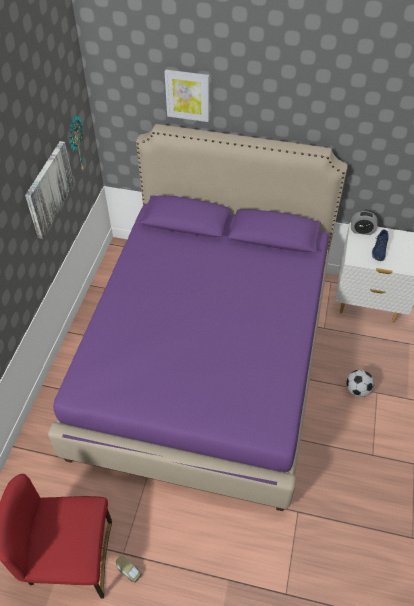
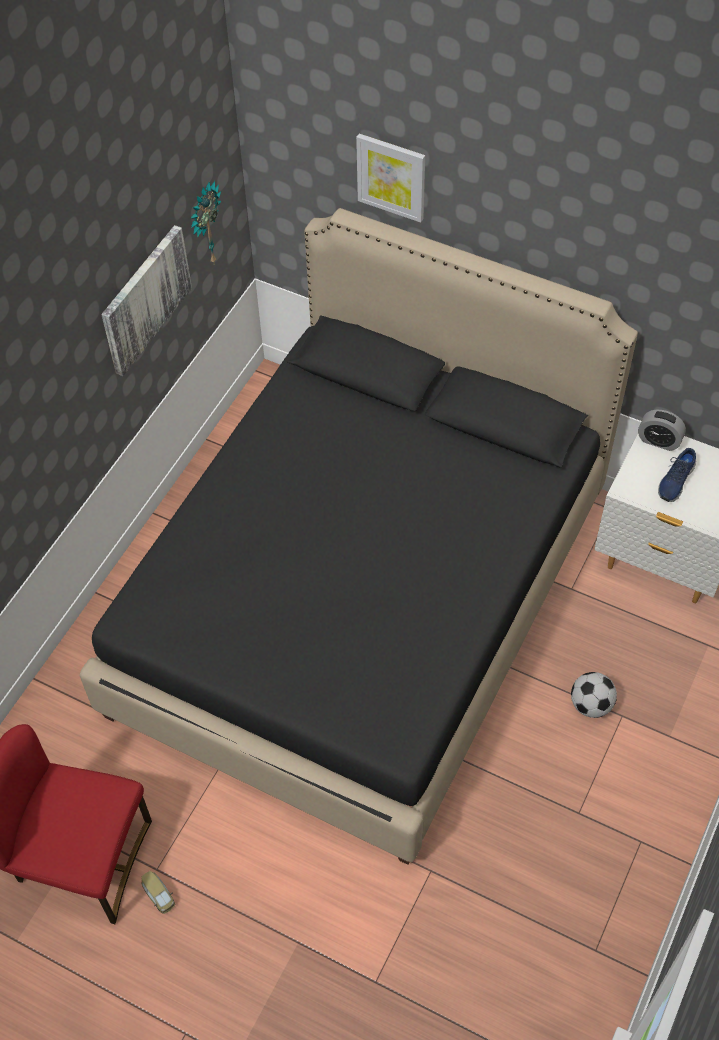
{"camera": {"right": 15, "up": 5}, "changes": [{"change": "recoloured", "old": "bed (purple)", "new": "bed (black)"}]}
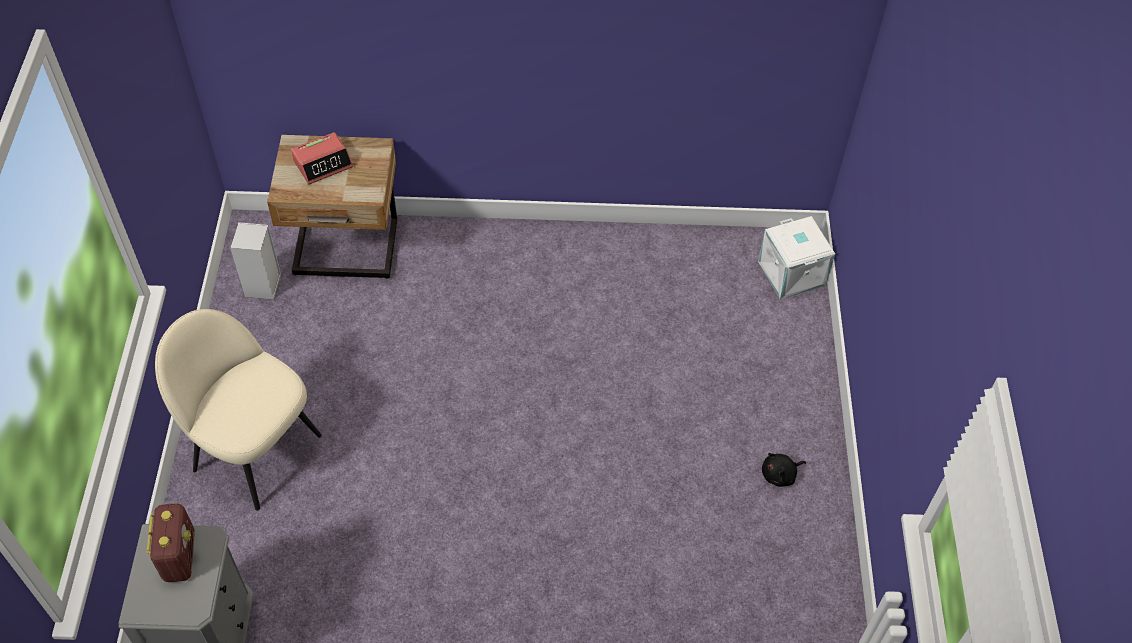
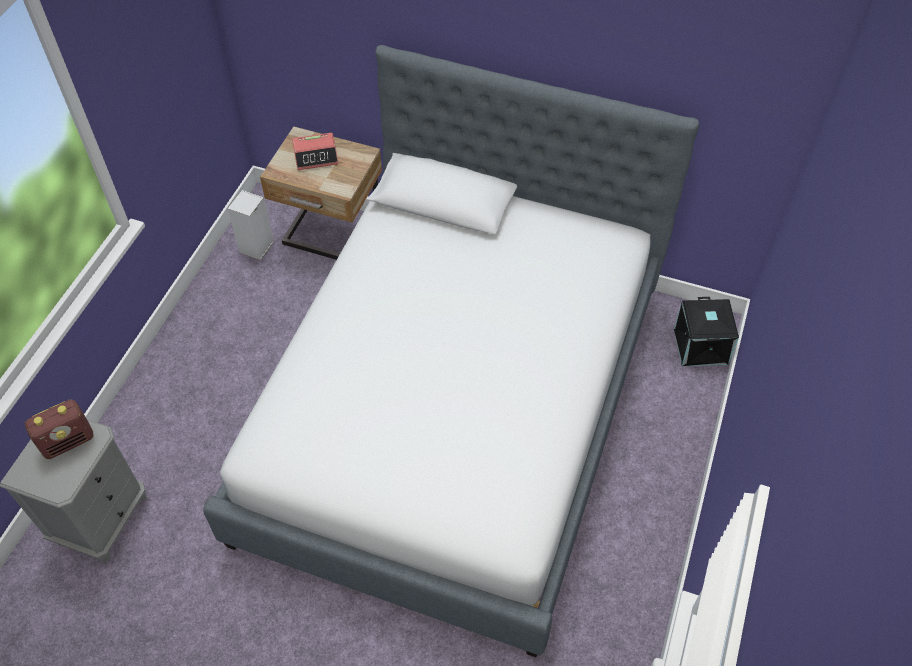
{"camera": {"right": 20, "up": 0}, "changes": [{"change": "turned", "old": "radio", "degrees": 45}, {"change": "removed", "old": "chair (beige)"}, {"change": "recoloured", "old": "storage box (white)", "new": "storage box (black)"}, {"change": "removed", "old": "plush toy (black)"}, {"change": "added", "new": "bed"}]}
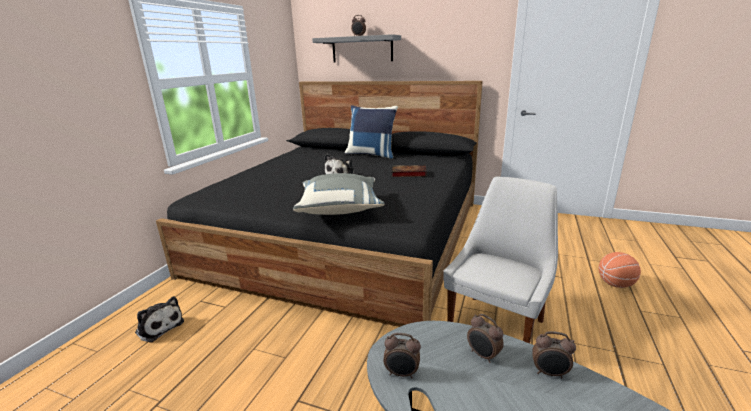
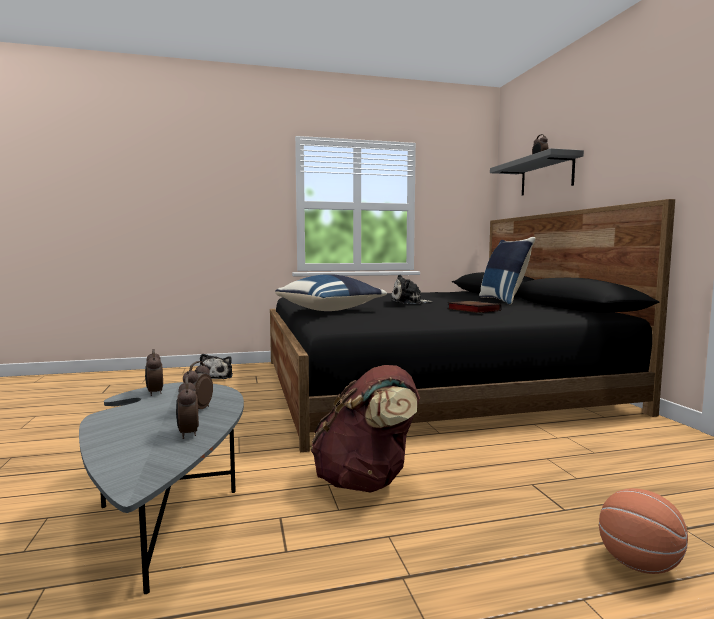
{"camera": {"right": 55, "up": -15}, "changes": [{"change": "recoloured", "old": "pillow (grey)", "new": "pillow (blue) (1st from left)"}, {"change": "replaced", "old": "chair (white)", "new": "backpack (brown)"}]}
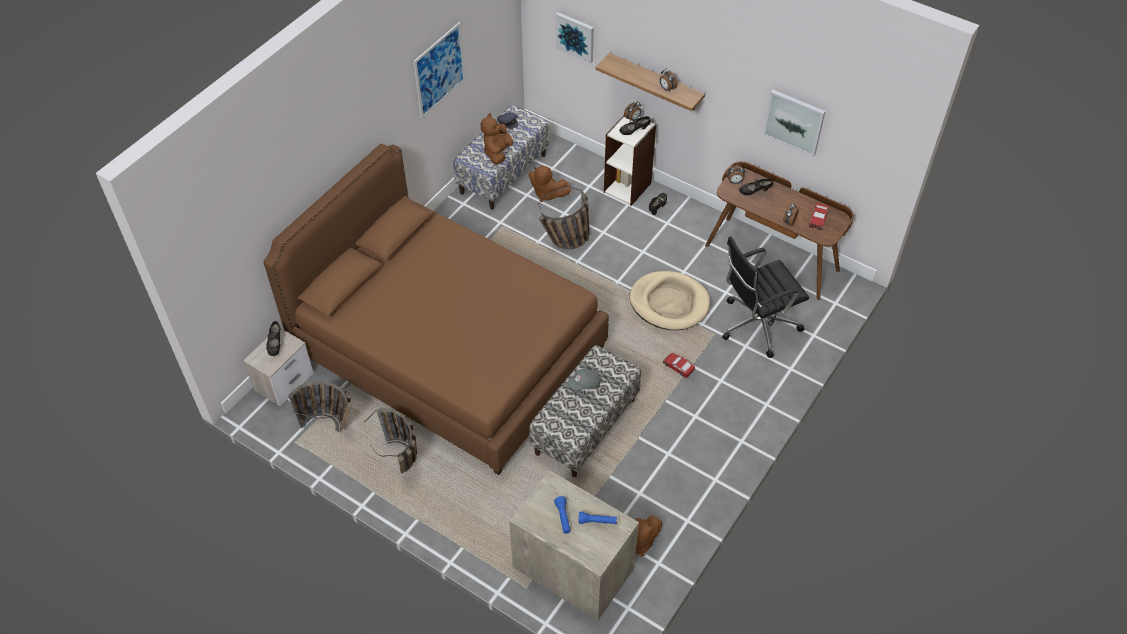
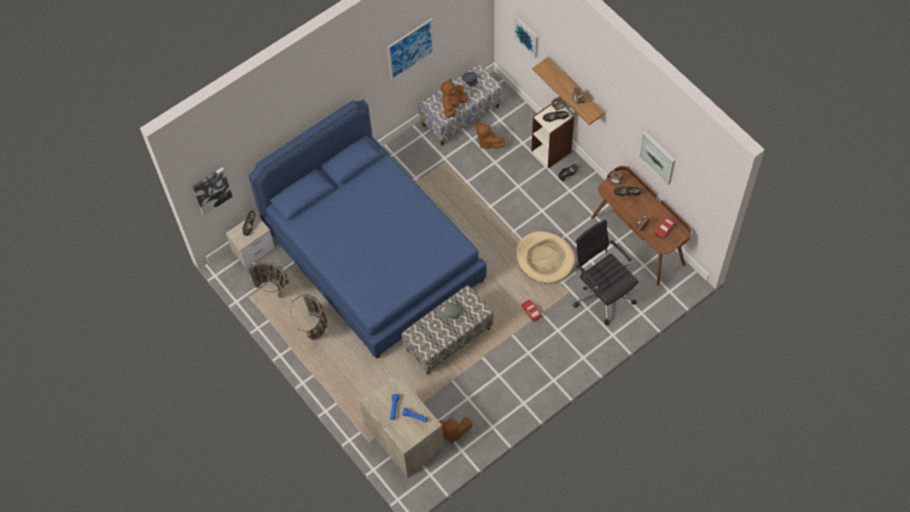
{"camera": {"right": 20, "up": 10}, "changes": [{"change": "recoloured", "old": "bed (brown)", "new": "bed (blue)"}, {"change": "removed", "old": "basket (3rd from left)"}, {"change": "turned", "old": "office chair (black)", "degrees": 60}, {"change": "added", "new": "picture (1st from left)"}]}
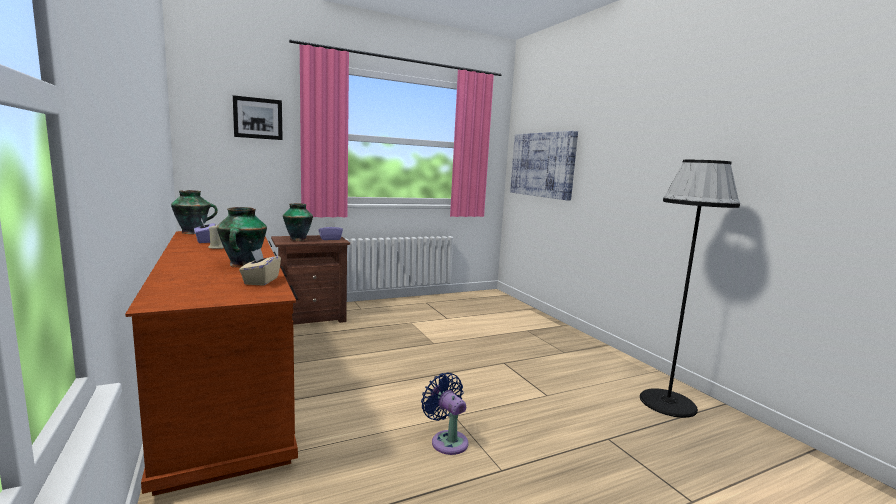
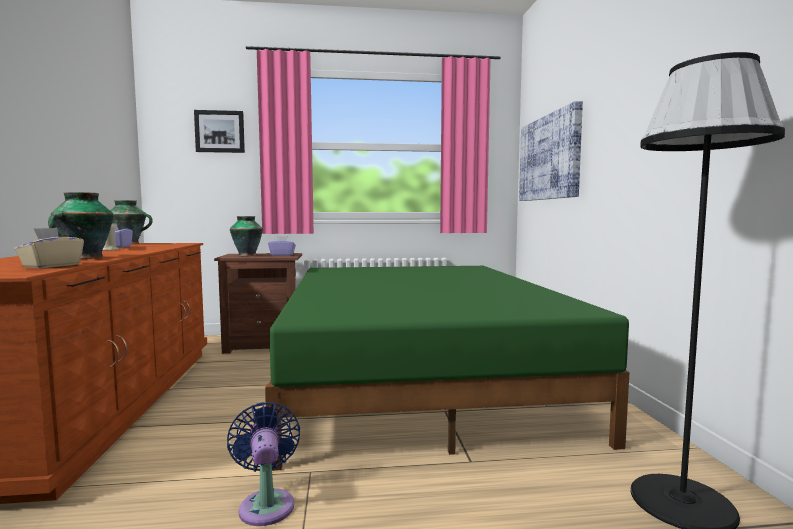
{"camera": {"right": 20, "up": -5}, "changes": [{"change": "added", "new": "bed (green)"}]}
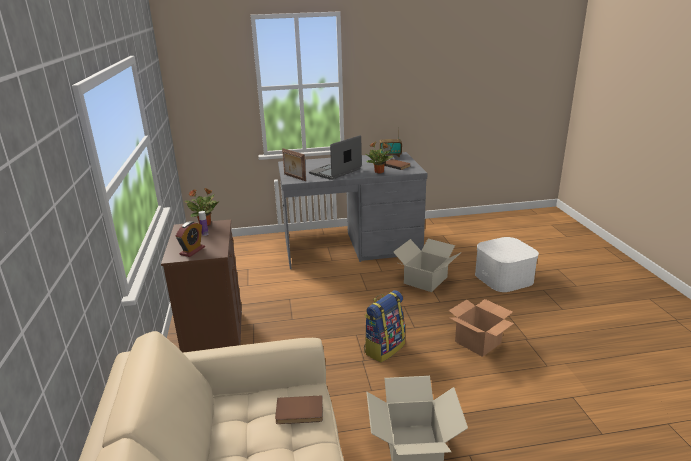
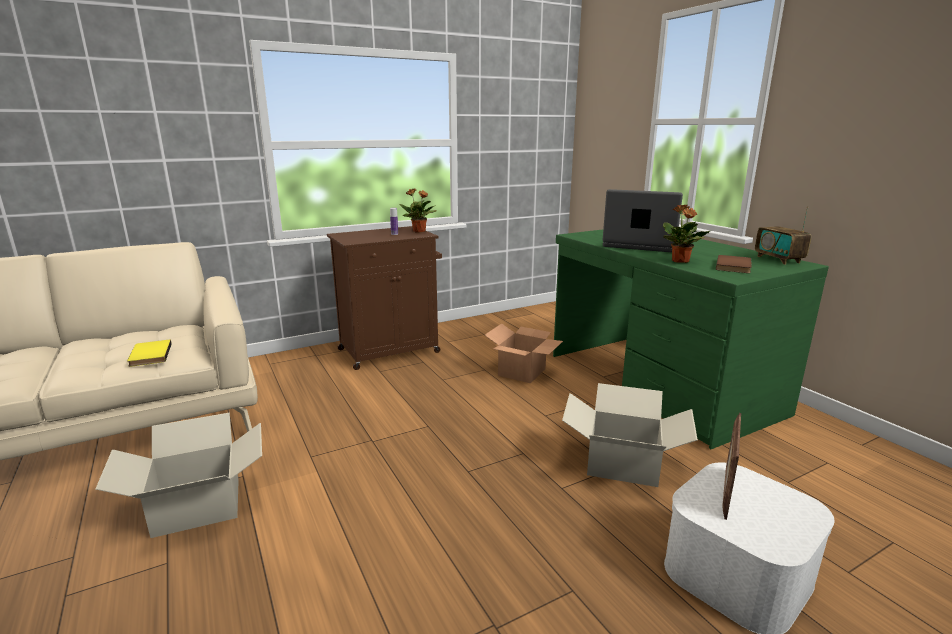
{"camera": {"right": 70, "up": -5}, "changes": [{"change": "removed", "old": "alarm clock"}, {"change": "recoloured", "old": "book (brown) (1st from left)", "new": "book (yellow)"}, {"change": "recoloured", "old": "desk (grey)", "new": "desk (green)"}, {"change": "moved", "old": "picture frame"}, {"change": "removed", "old": "backpack"}, {"change": "moved", "old": "cardboard box (3rd from left in the first image)", "new": "cardboard box (2nd from left)"}]}
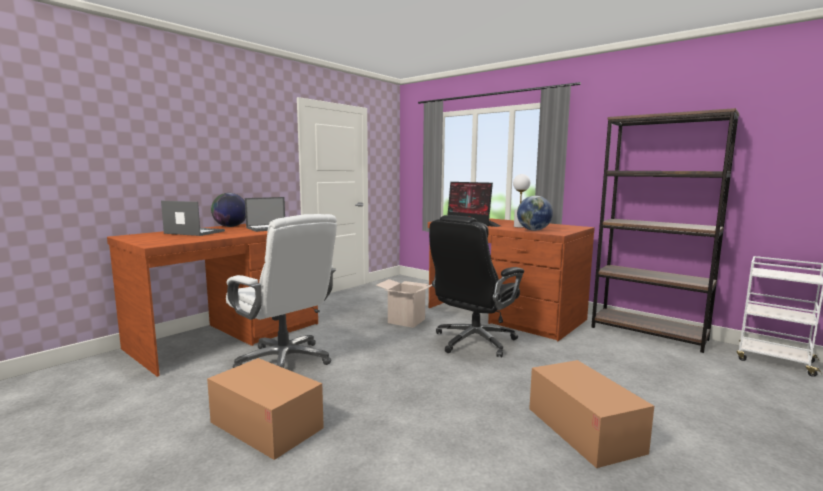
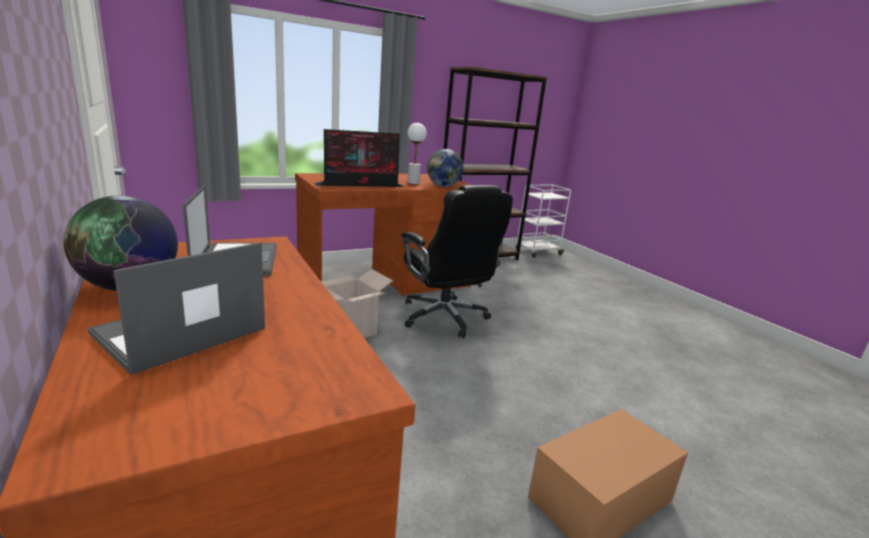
{"camera": {"right": -70, "up": 10}, "changes": [{"change": "removed", "old": "office chair (white)"}, {"change": "removed", "old": "cardboard box (3rd from left)"}]}
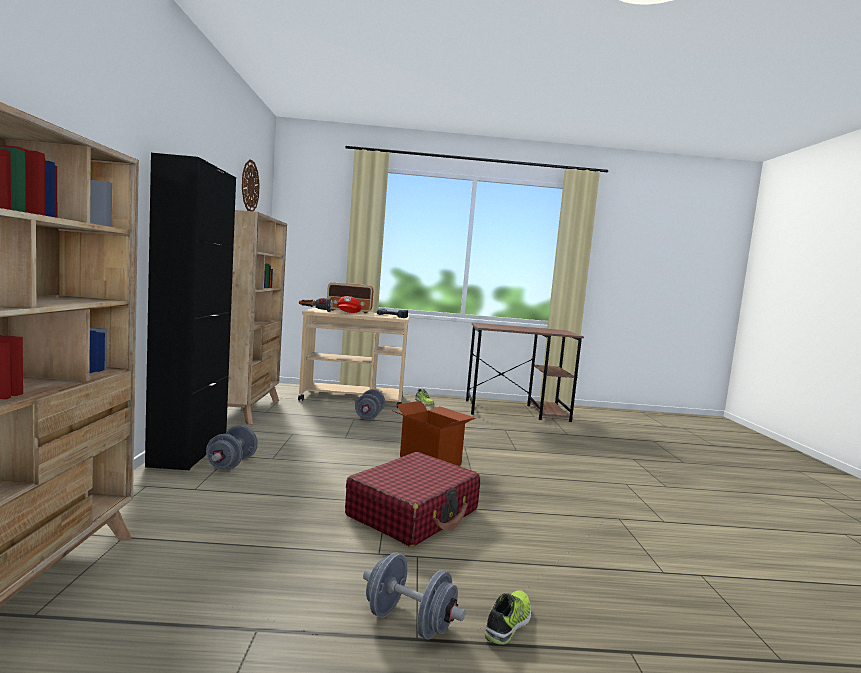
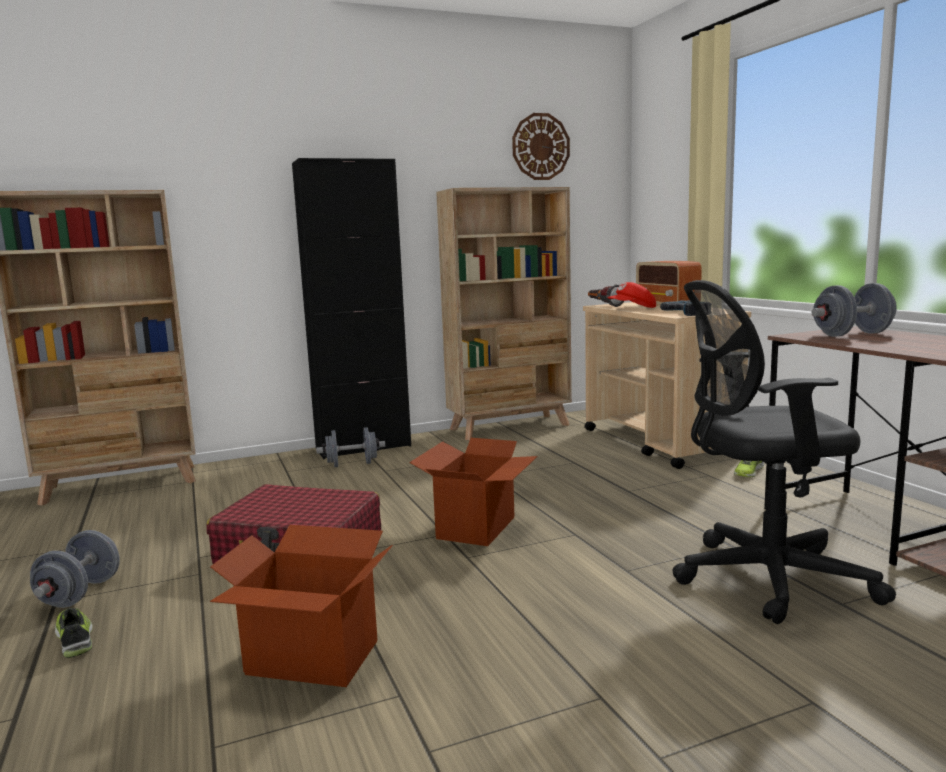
{"camera": {"right": 70, "up": 5}, "changes": [{"change": "moved", "old": "dumbbell (grey) (2nd from left in the first image)", "new": "dumbbell (grey) (3rd from left)"}, {"change": "turned", "old": "shoe (2nd from left in the first image)", "degrees": -135}, {"change": "added", "new": "cardboard box (1st from left)"}, {"change": "added", "new": "office chair (black)"}]}
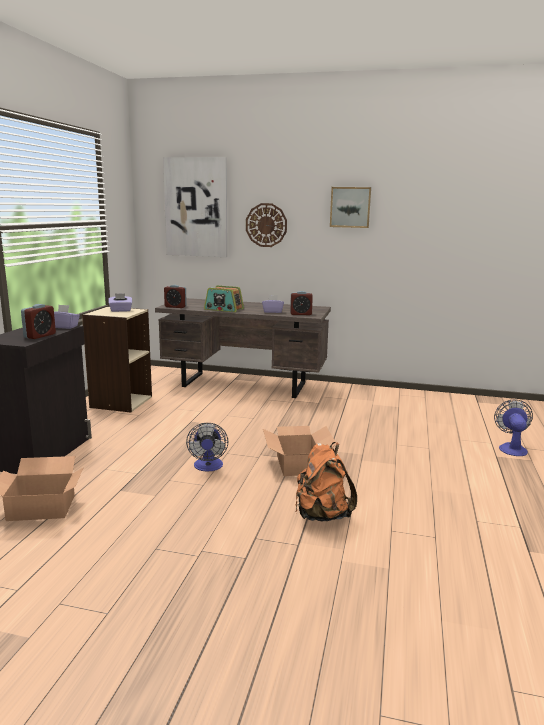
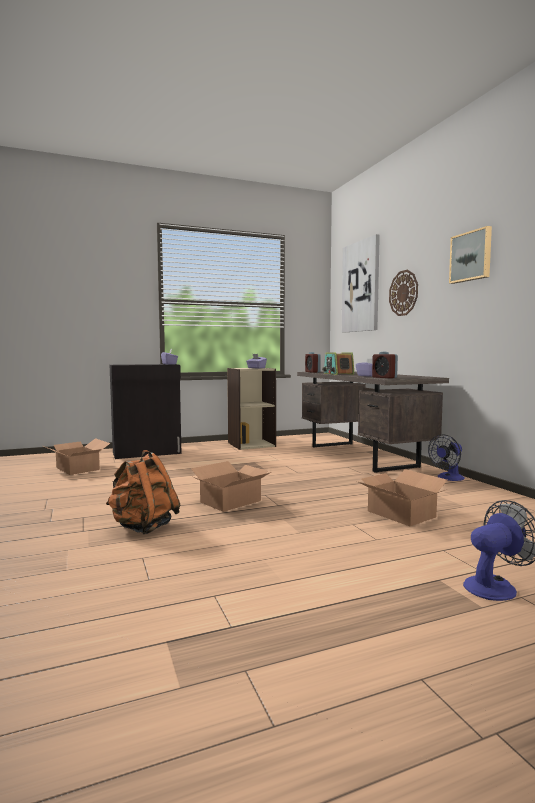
{"camera": {"right": 55, "up": -10}, "changes": [{"change": "removed", "old": "alarm clock (1st from left)"}, {"change": "moved", "old": "fan (1st from left)"}, {"change": "added", "new": "cardboard box (3rd from left)"}]}
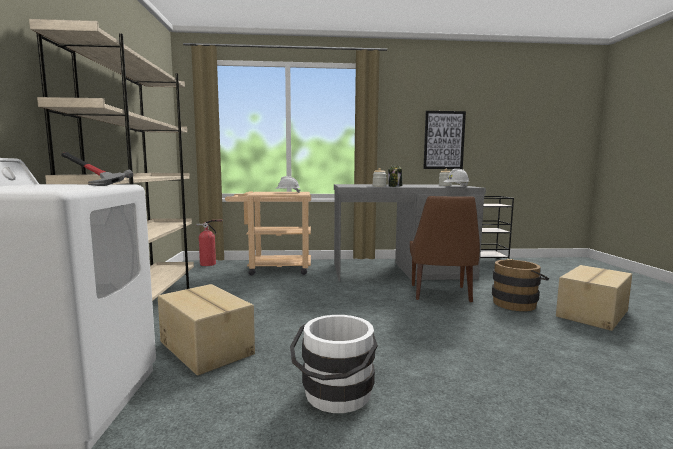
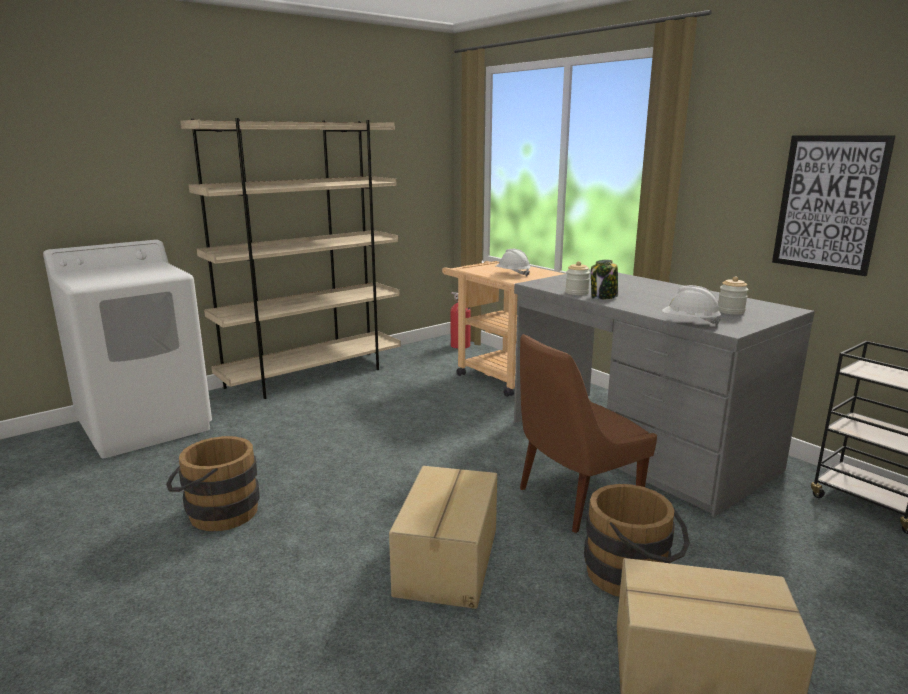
{"camera": {"right": 55, "up": 10}, "changes": [{"change": "removed", "old": "hammer"}, {"change": "moved", "old": "cardboard box (1st from left)"}, {"change": "recoloured", "old": "bucket (white)", "new": "bucket (brown) (1st from left)"}]}
